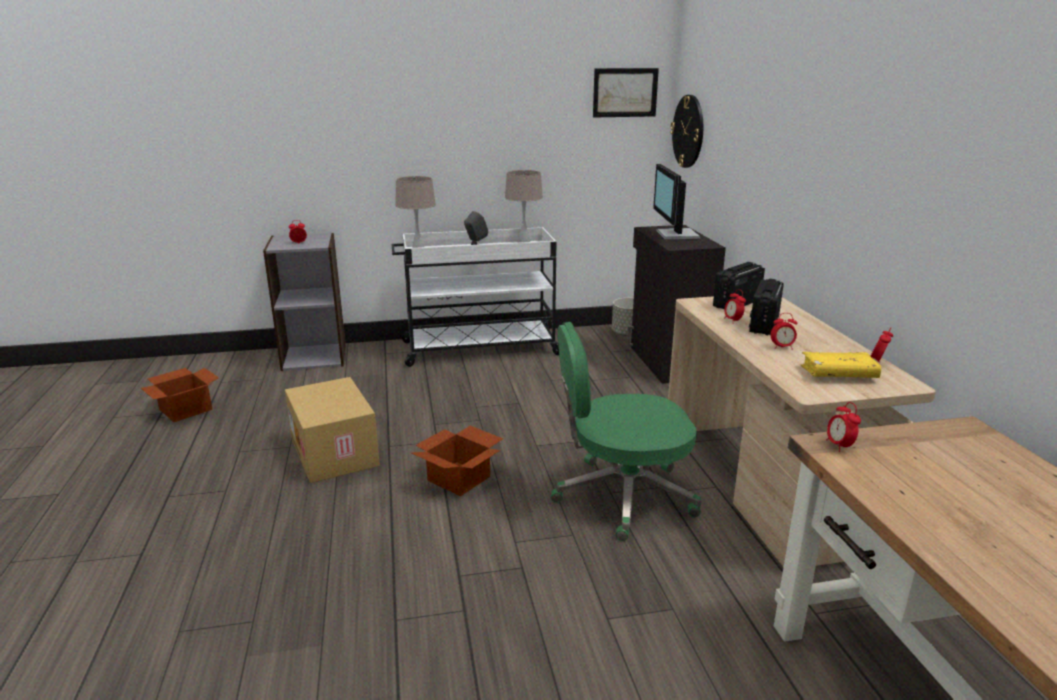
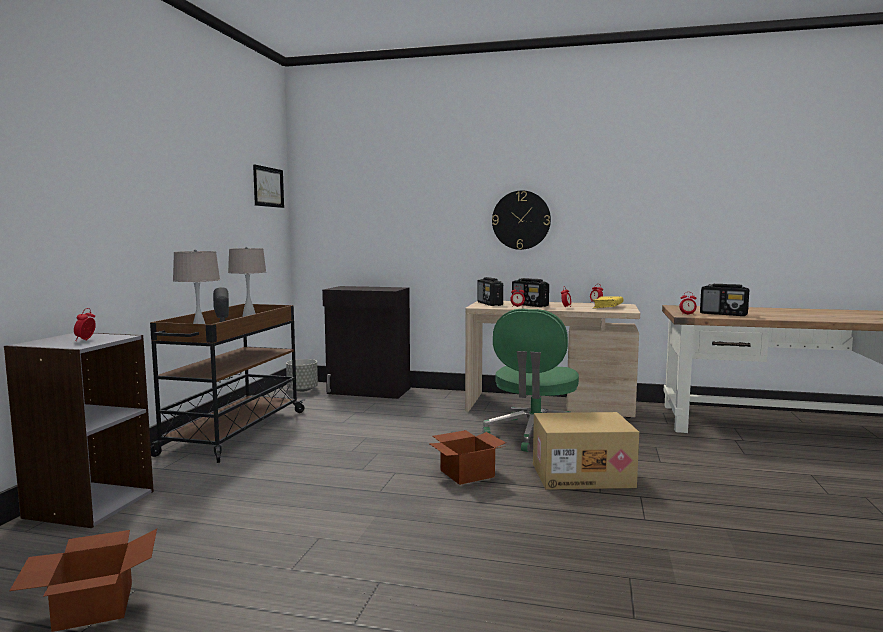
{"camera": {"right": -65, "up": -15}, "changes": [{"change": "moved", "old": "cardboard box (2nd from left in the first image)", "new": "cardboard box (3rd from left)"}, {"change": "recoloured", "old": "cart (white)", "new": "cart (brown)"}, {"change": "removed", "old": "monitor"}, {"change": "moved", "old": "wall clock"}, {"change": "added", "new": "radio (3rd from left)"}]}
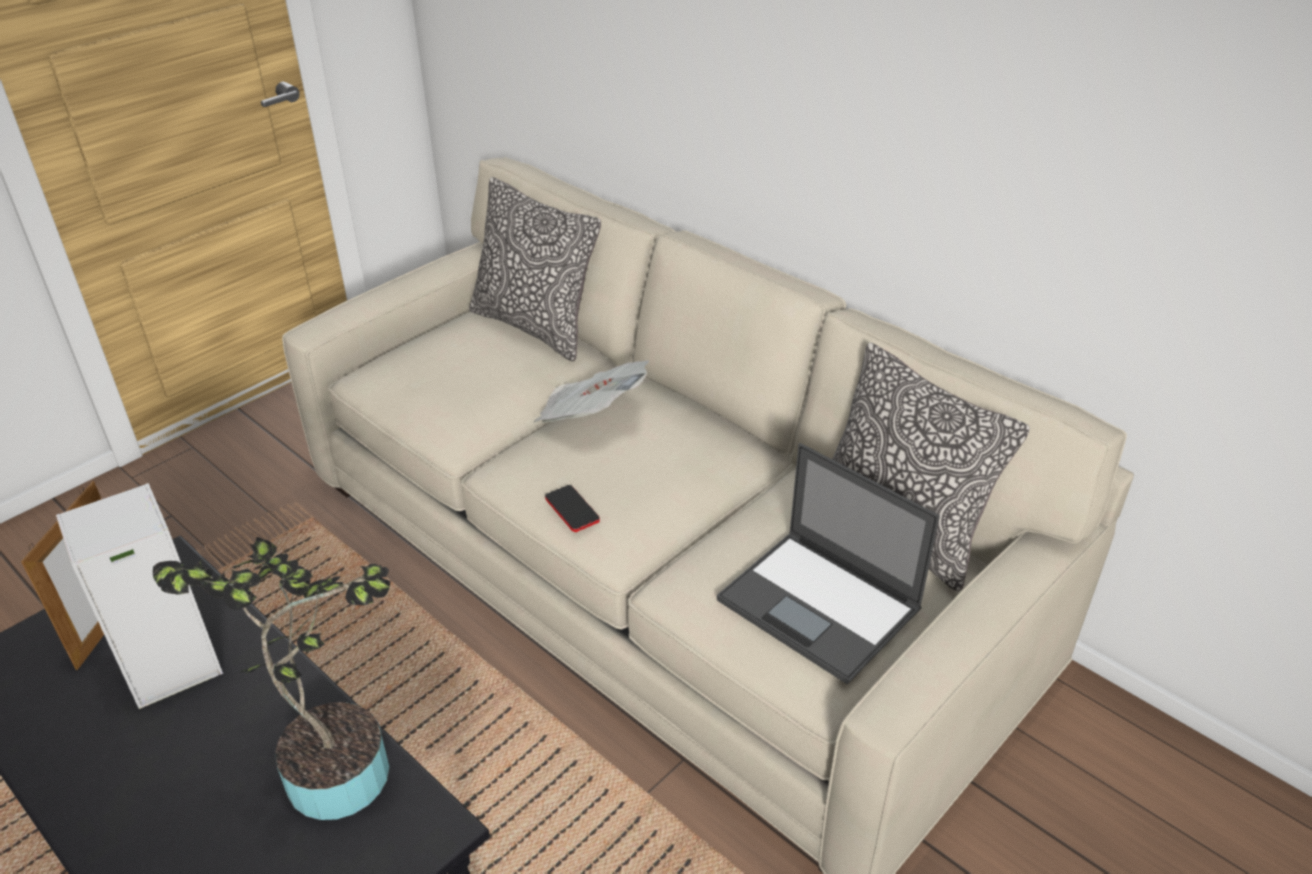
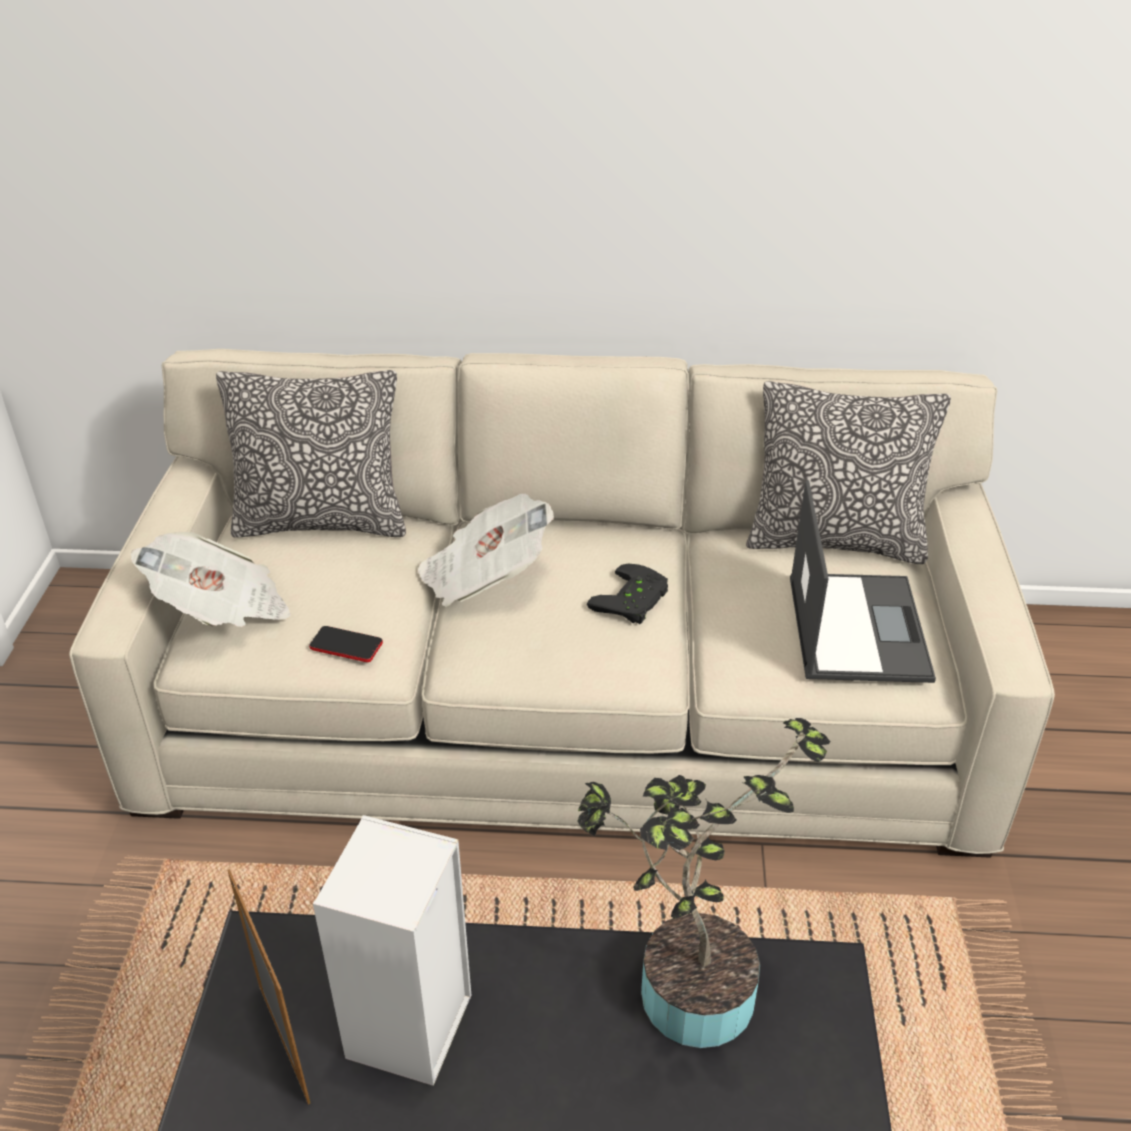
{"camera": {"right": -40, "up": 0}, "changes": [{"change": "moved", "old": "phone"}, {"change": "turned", "old": "laptop", "degrees": -90}, {"change": "added", "new": "newspaper (1st from left)"}, {"change": "added", "new": "game controller (black)"}]}
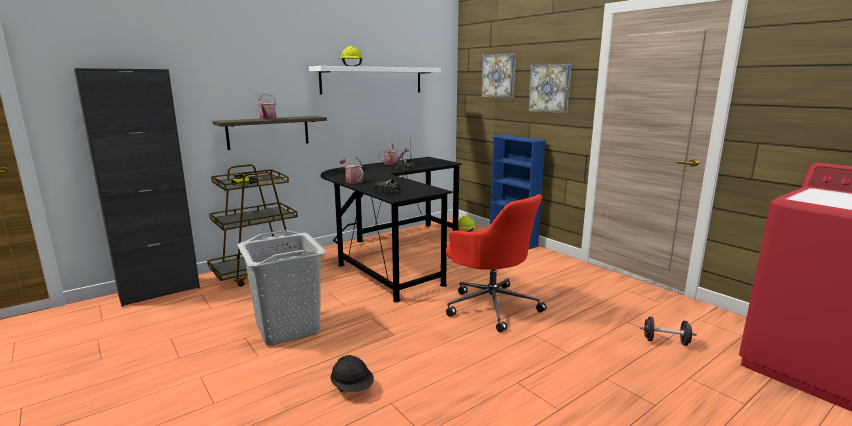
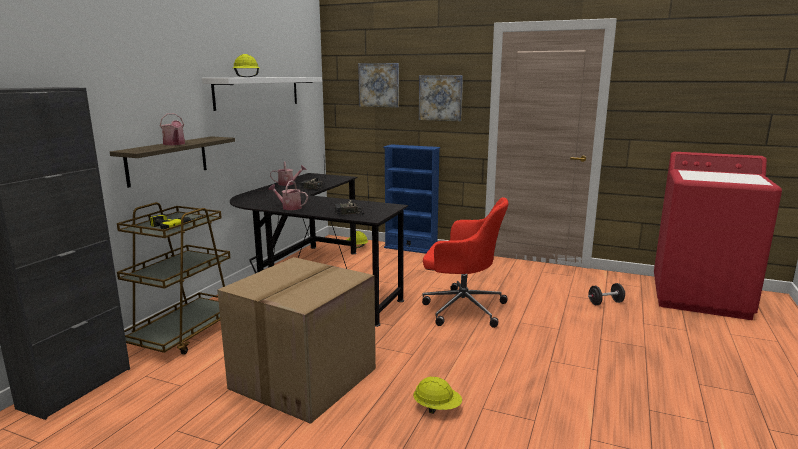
{"camera": {"right": -30, "up": 0}, "changes": [{"change": "replaced", "old": "laundry basket (grey)", "new": "cardboard box"}, {"change": "recoloured", "old": "hard hat (black)", "new": "hard hat (yellow) (3rd from left)"}]}
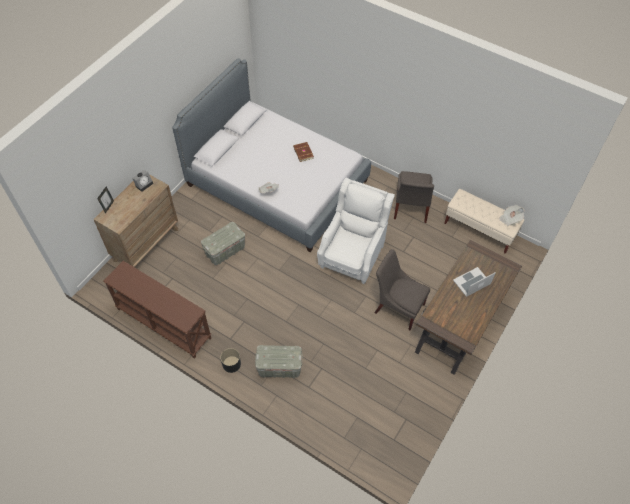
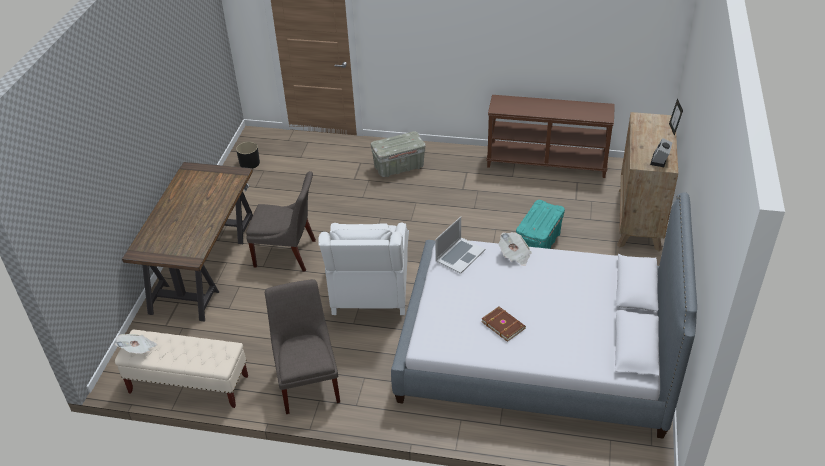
{"camera": {"right": 160, "up": -15}, "changes": [{"change": "recoloured", "old": "storage box (grey) (1st from left)", "new": "storage box (turquoise)"}, {"change": "moved", "old": "planter (black)"}, {"change": "moved", "old": "laptop"}]}
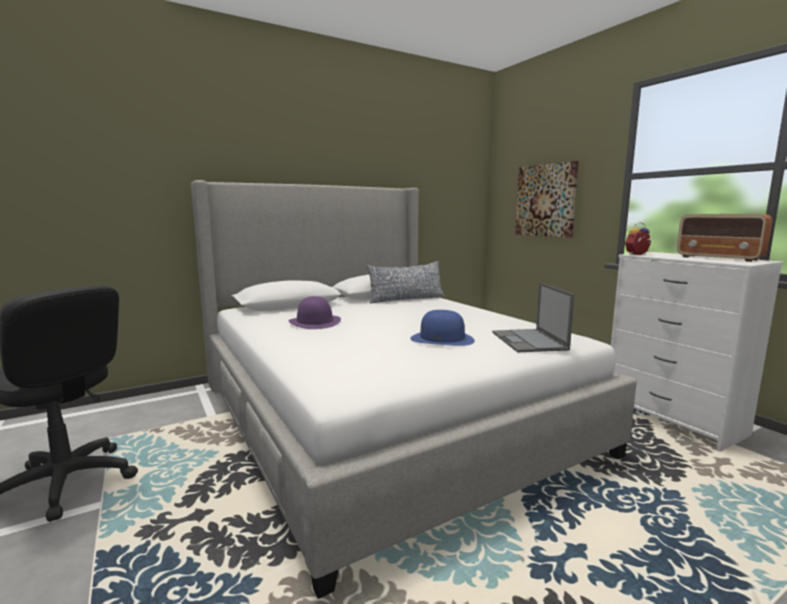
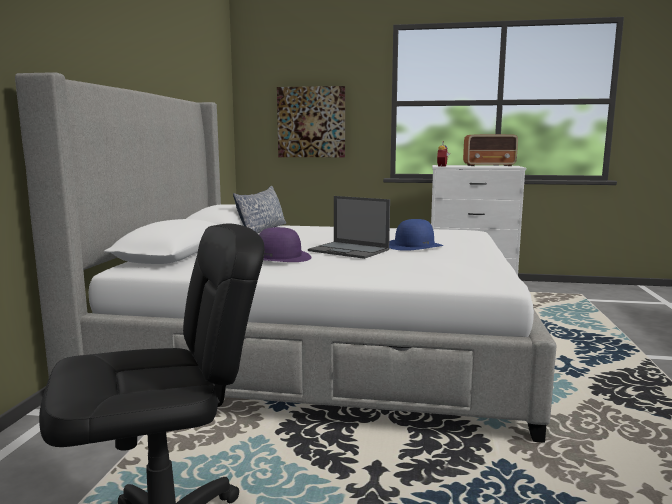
{"camera": {"right": -50, "up": 0}, "changes": [{"change": "moved", "old": "laptop"}]}
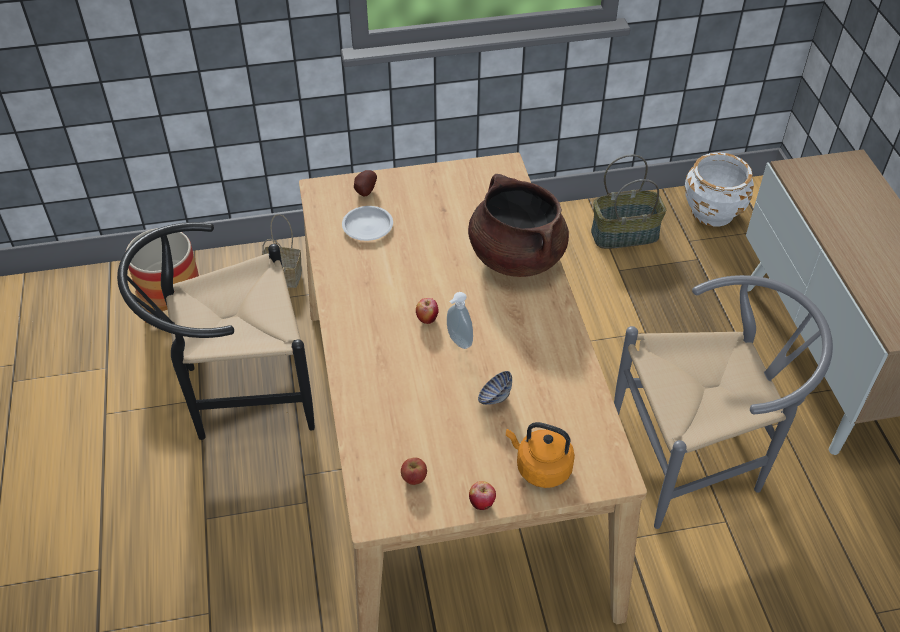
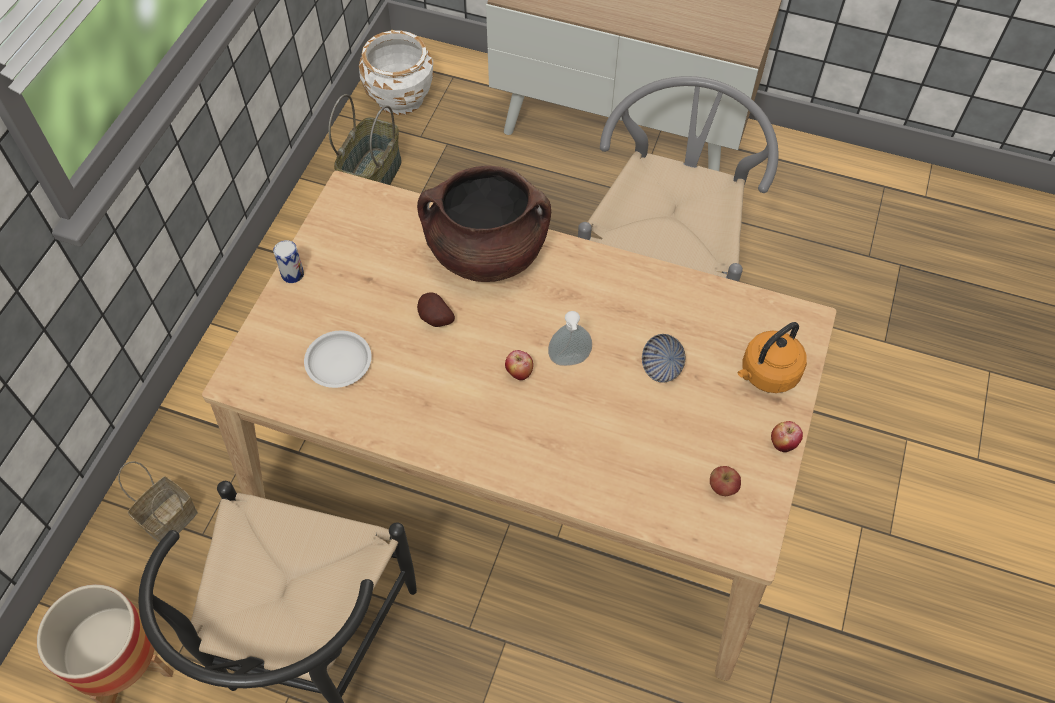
{"camera": {"right": -60, "up": 10}, "changes": [{"change": "moved", "old": "potato"}, {"change": "added", "new": "can"}]}
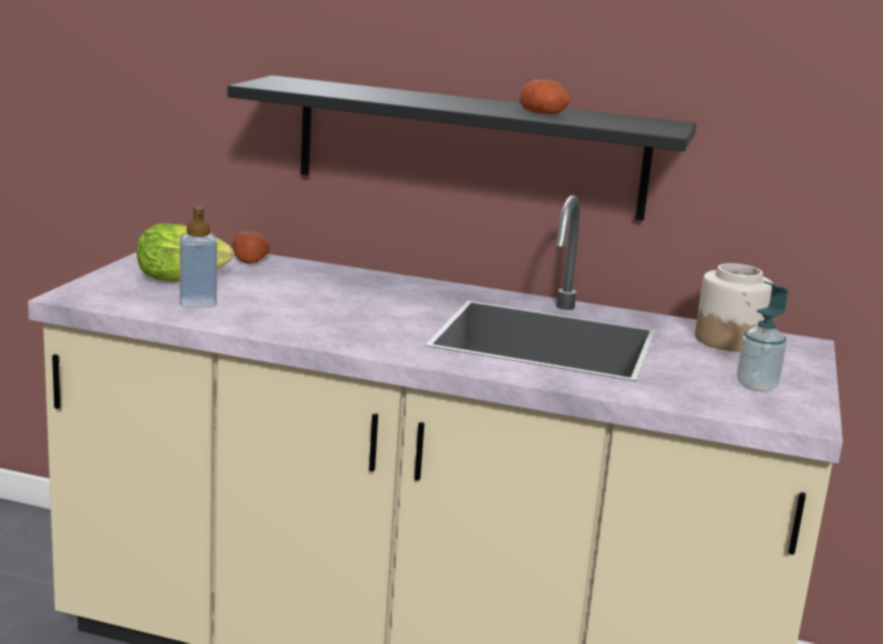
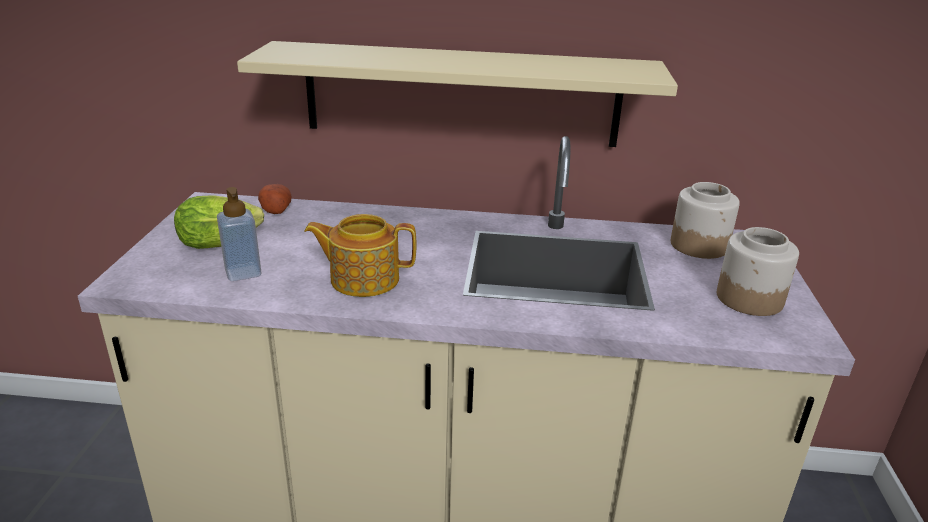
{"camera": {"right": -10, "up": 10}, "changes": [{"change": "recoloured", "old": "shelf (black)", "new": "shelf (beige)"}, {"change": "removed", "old": "potato (2nd from left)"}, {"change": "replaced", "old": "soap dispenser (2nd from left)", "new": "jar (2nd from left)"}, {"change": "added", "new": "teapot"}]}
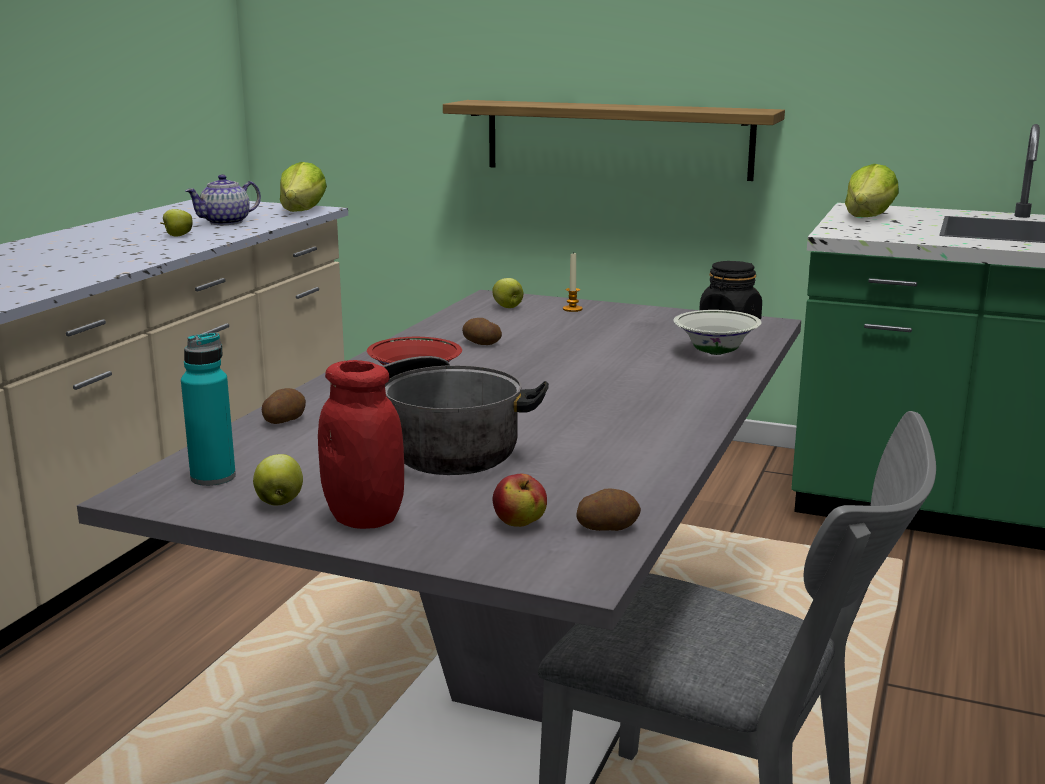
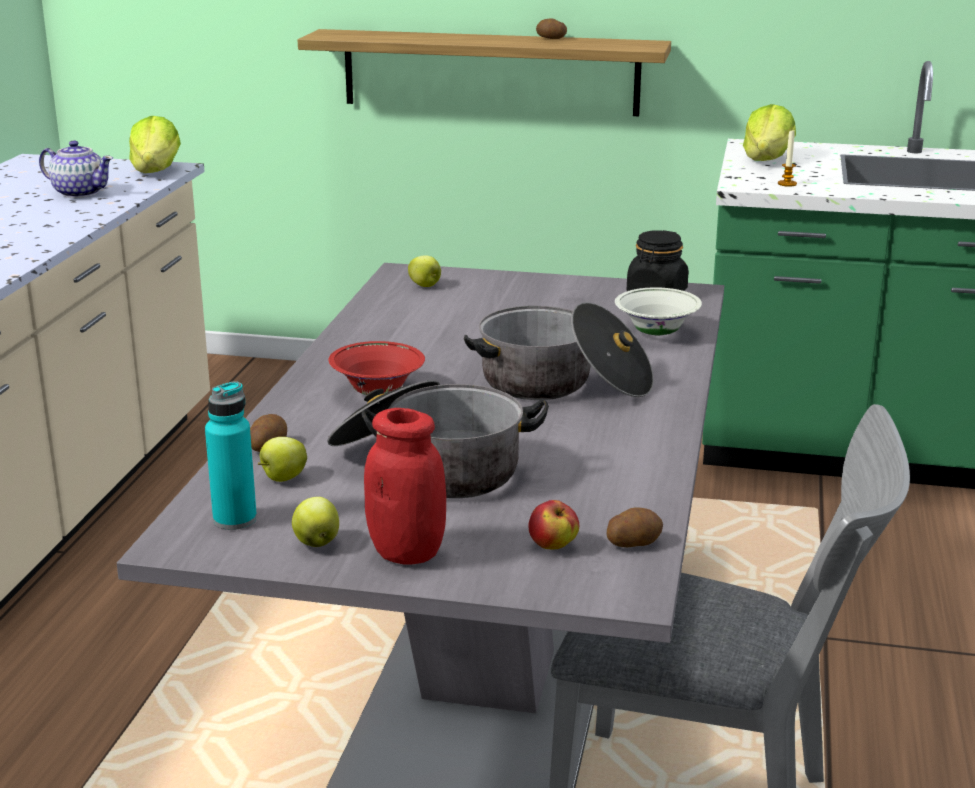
{"camera": {"right": -10, "up": 5}, "changes": [{"change": "moved", "old": "apple (1st from left)"}, {"change": "turned", "old": "teapot", "degrees": -105}, {"change": "moved", "old": "potato (2nd from left)"}, {"change": "moved", "old": "candle"}, {"change": "added", "new": "cooking pot (2nd from left)"}]}
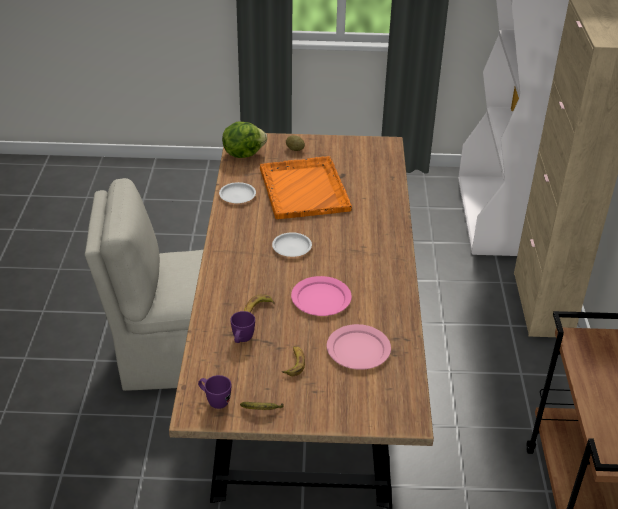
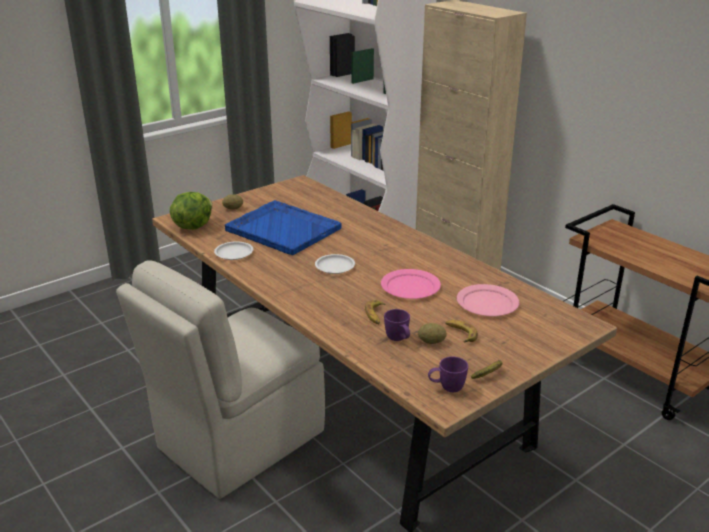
{"camera": {"right": -40, "up": -10}, "changes": [{"change": "recoloured", "old": "tray (orange)", "new": "tray (blue)"}, {"change": "added", "new": "potato (2nd from left)"}]}
